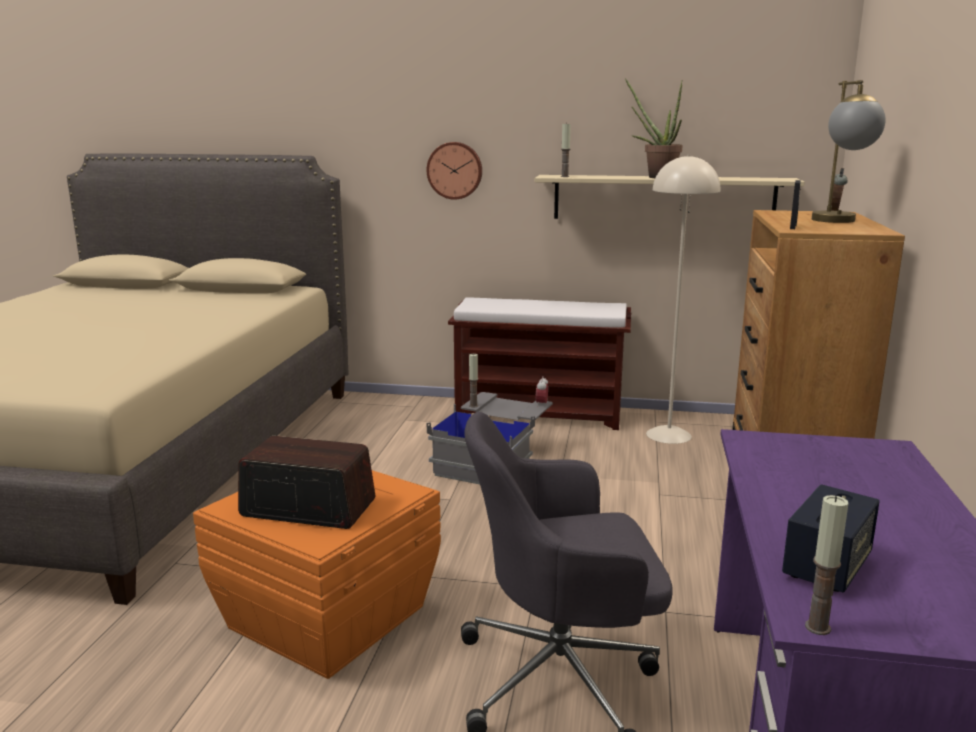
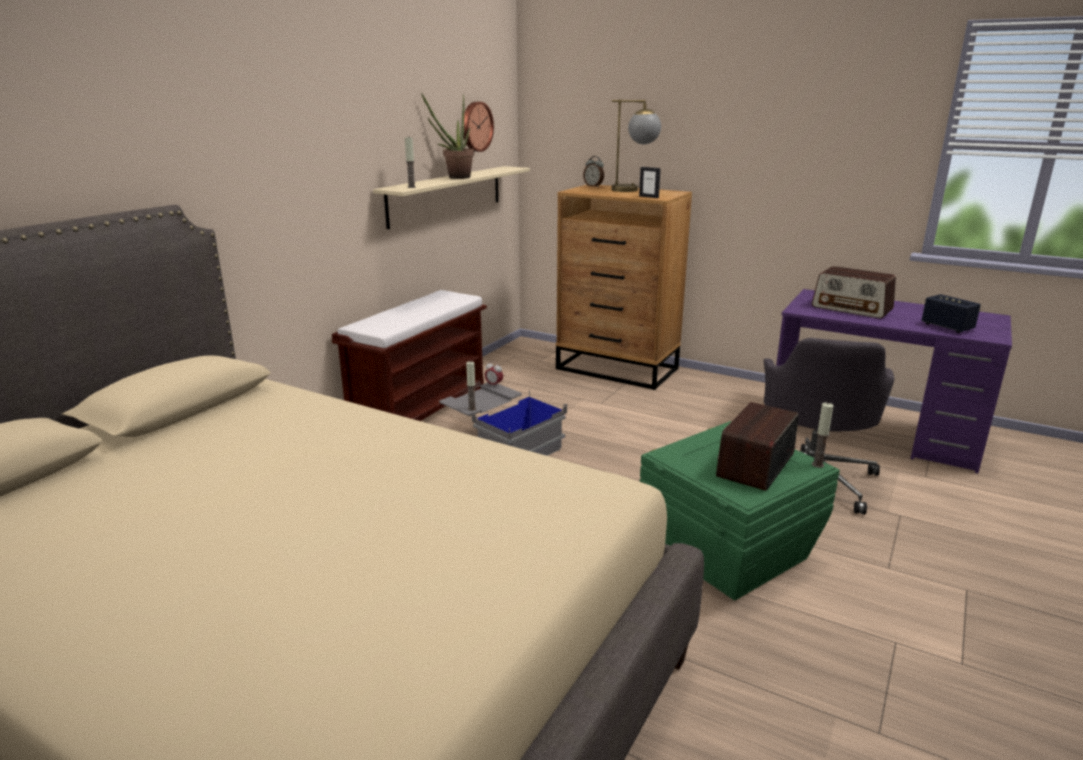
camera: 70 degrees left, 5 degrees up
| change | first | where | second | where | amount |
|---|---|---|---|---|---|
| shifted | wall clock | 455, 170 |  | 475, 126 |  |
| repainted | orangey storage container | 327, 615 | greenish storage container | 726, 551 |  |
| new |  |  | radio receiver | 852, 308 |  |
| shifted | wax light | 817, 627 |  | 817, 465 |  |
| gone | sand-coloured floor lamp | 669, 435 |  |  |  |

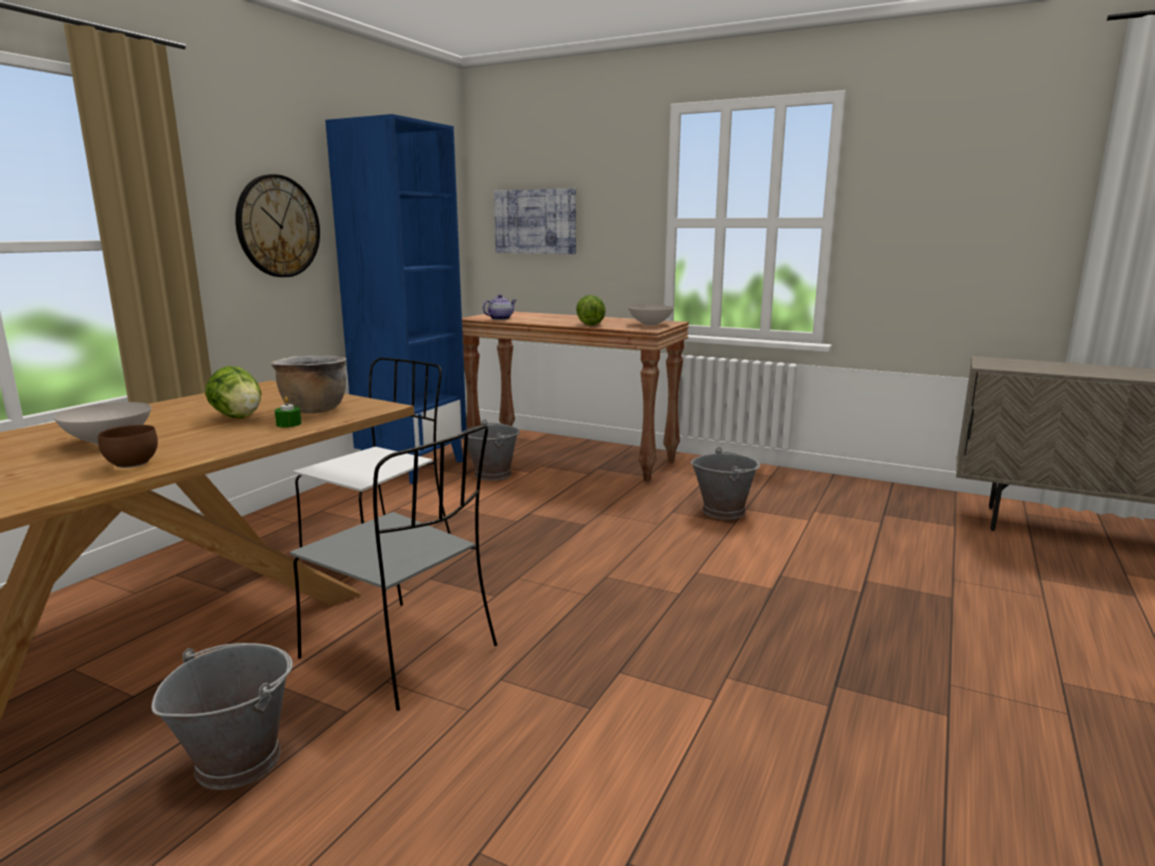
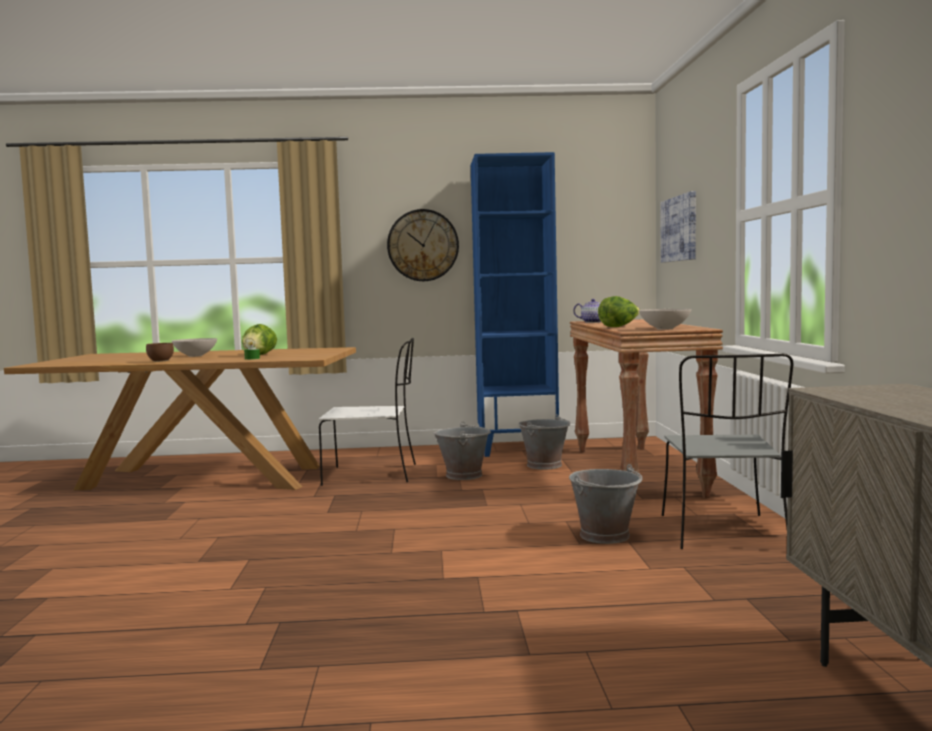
camera: 60 degrees right, 10 degrees down
| change | first | where | second | where | amount |
|---|---|---|---|---|---|
| shifted | grey water bucket | 238, 760 |  | 464, 475 |  |
| shifted | grey upright chair | 403, 654 |  | 723, 533 |  |
| gone | brown-coloured stockpot | 314, 410 |  |  |  |

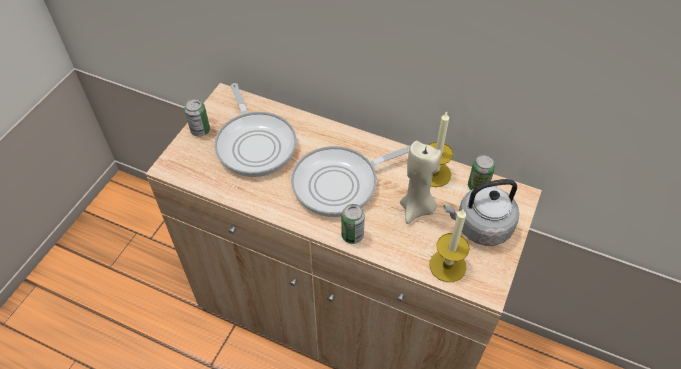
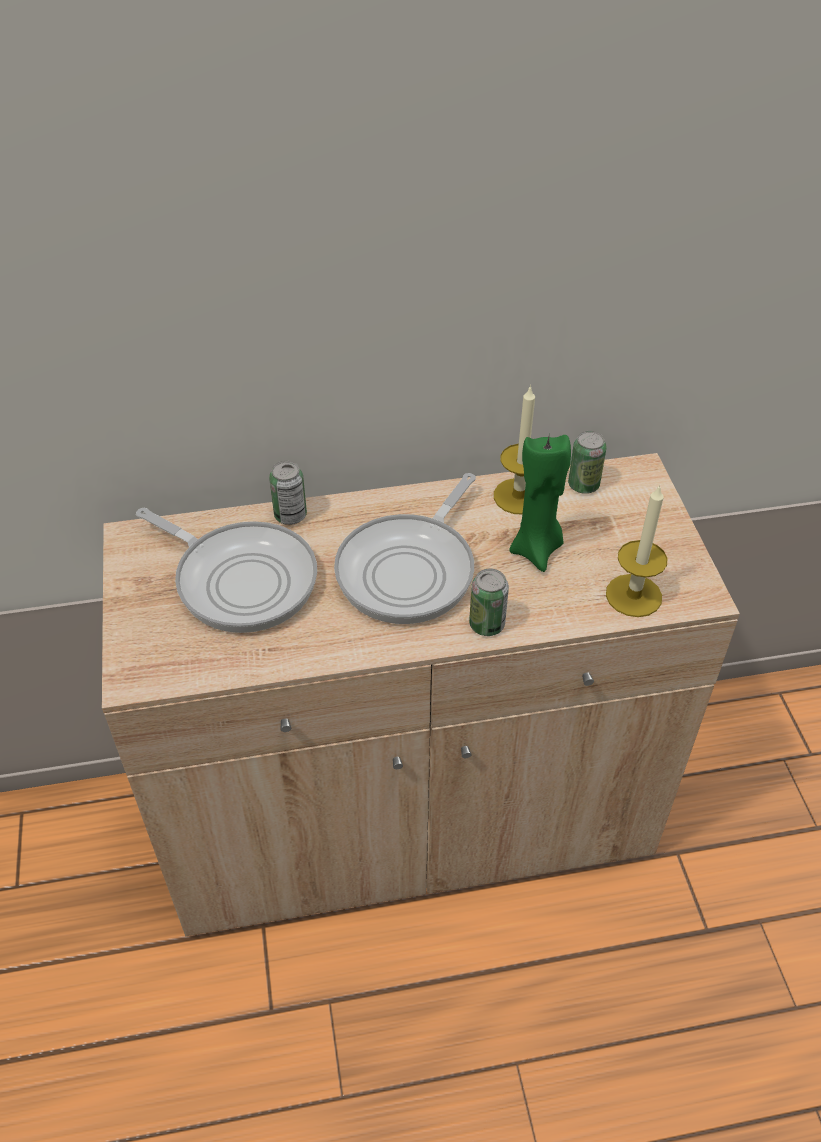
camera: 35 degrees left, 5 degrees down
| change | first | where | second | where | amount |
|---|---|---|---|---|---|
| shifted | sealed can | 200, 130 |  | 290, 515 |  |
| repainted | sand-coloured wax light | 417, 209 | greenish wax light | 536, 549 |  |
| gone | grey tea kettle | 480, 227 |  |  |  |

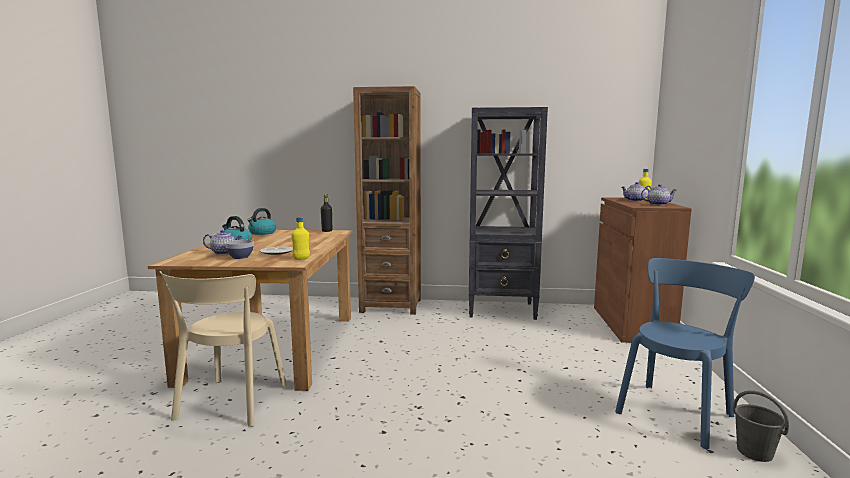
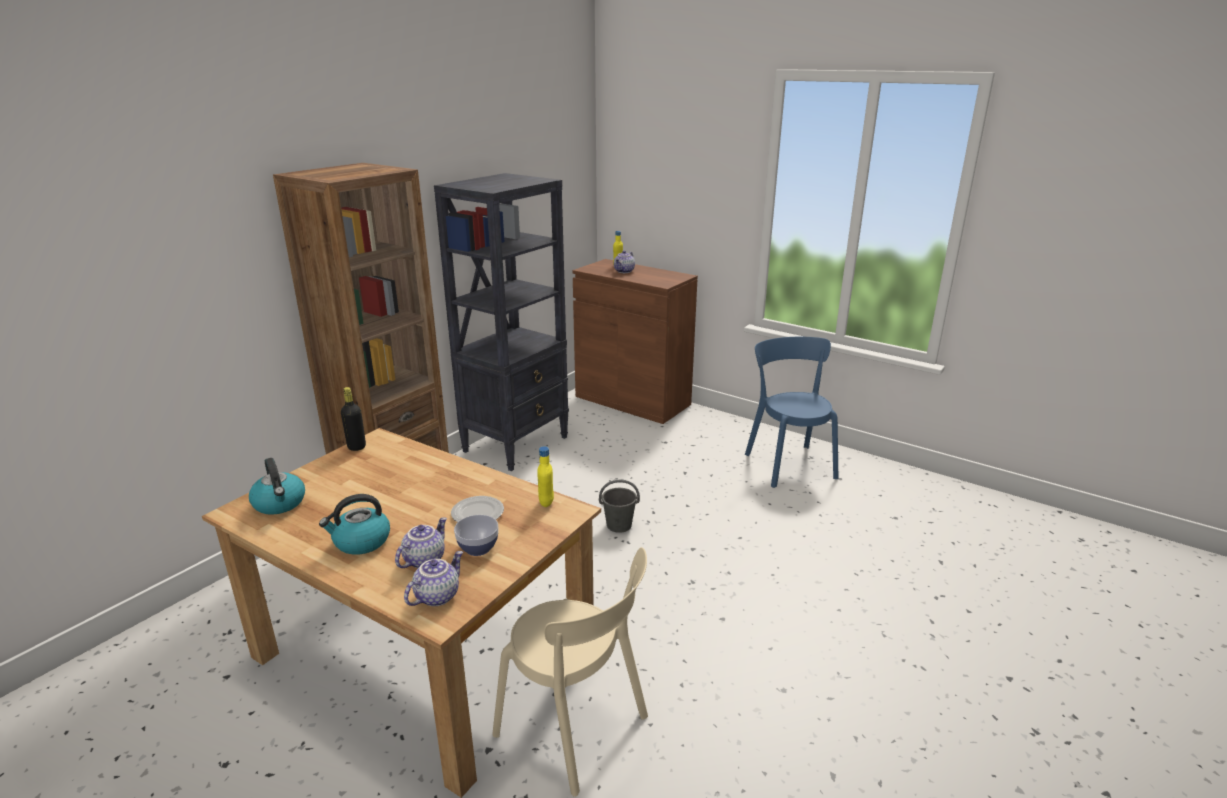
camera: 60 degrees left, 15 degrees up
| change | first | where | second | where | amount |
|---|---|---|---|---|---|
| shifted | pot for tea | 658, 204 |  | 436, 596 |  |
| shifted | grey water bucket | 755, 452 |  | 619, 525 |  |

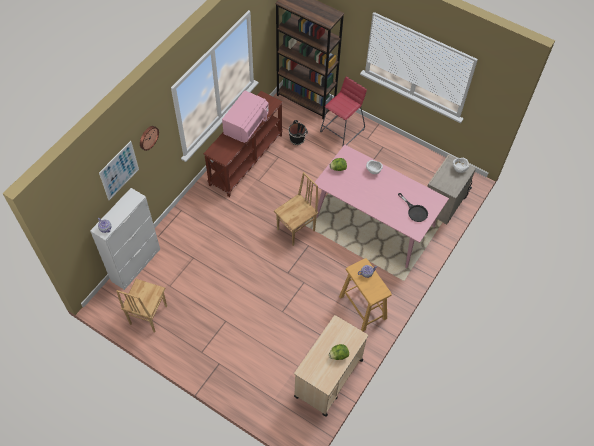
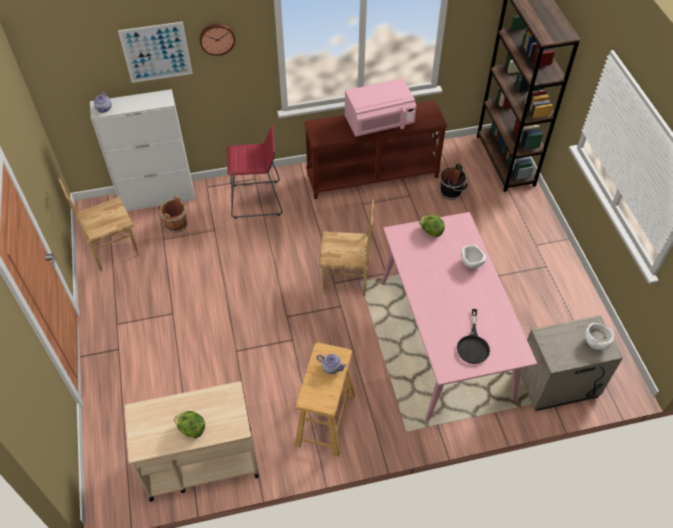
camera: 45 degrees right, 5 degrees down
| change | first | where | second | where | amount |
|---|---|---|---|---|---|
| new |  |  | brown-coloured water bucket | 175, 224 |  |
| shifted | reddish stool | 342, 130 |  | 256, 199 |  |

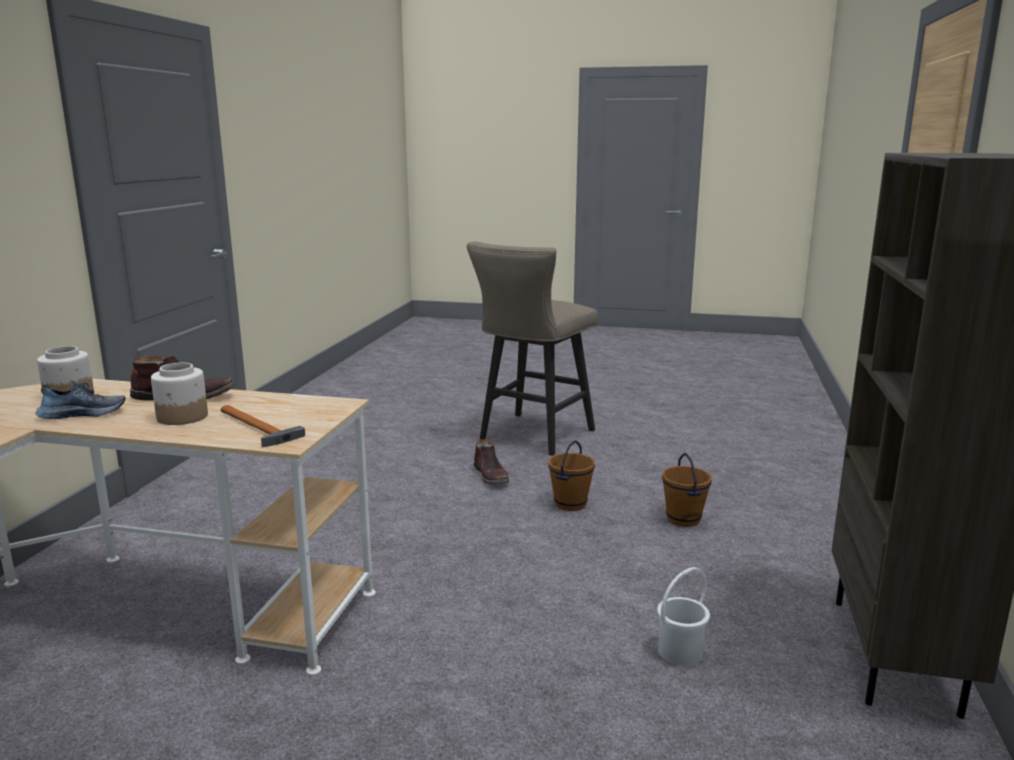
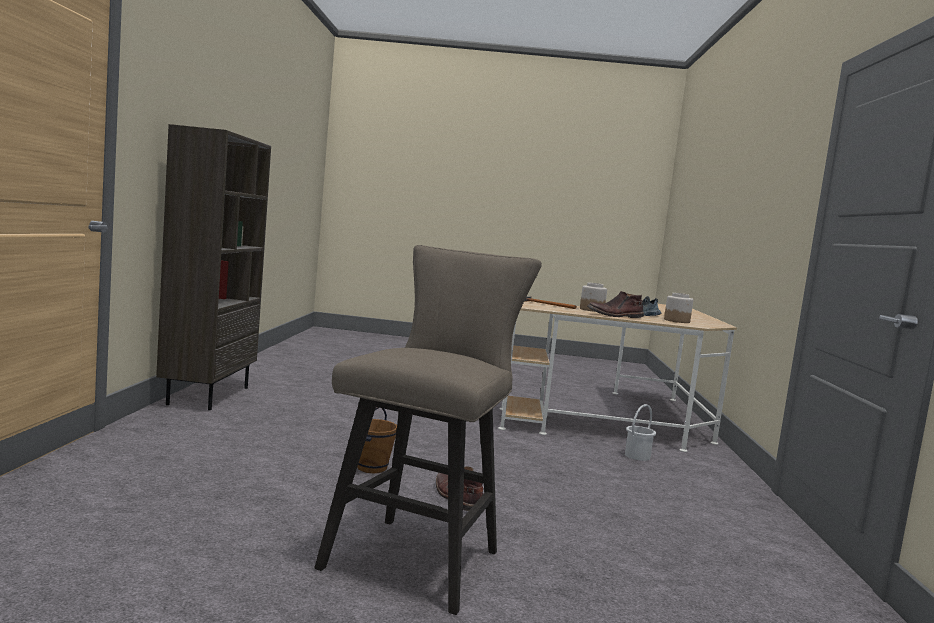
camera: 170 degrees right, 10 degrees down
| change | first | where | second | where | amount |
|---|---|---|---|---|---|
| shifted | white-coloured water bucket | 681, 652 |  | 637, 456 |  |
| gone | brown-coloured water bucket | 684, 519 |  |  |  |

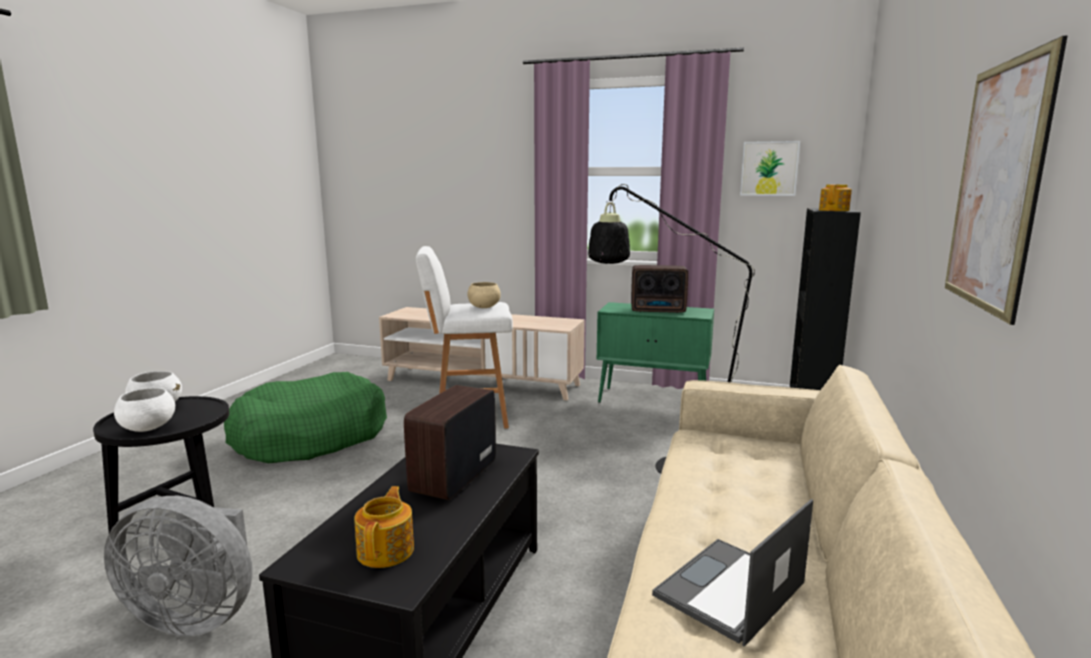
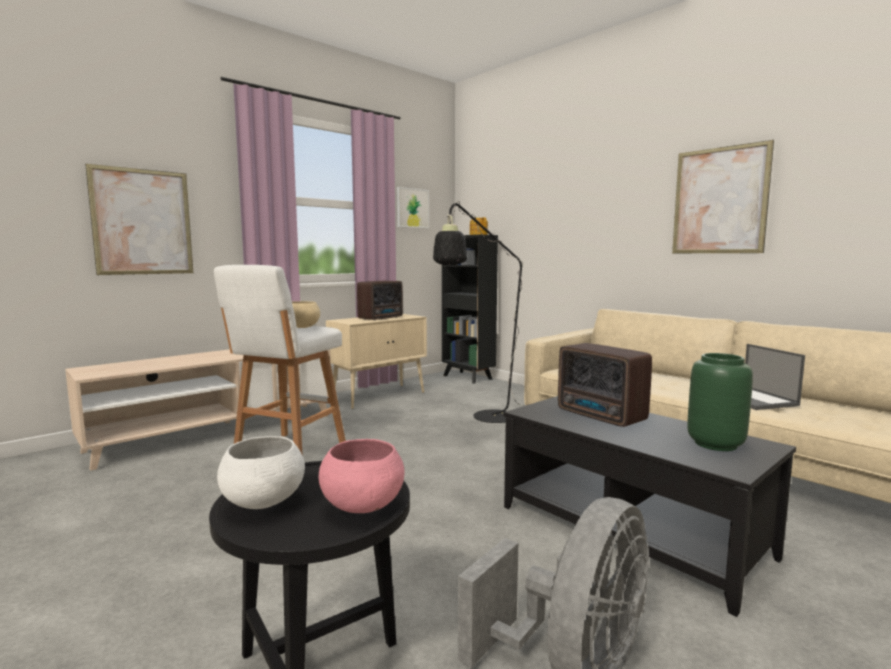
camera: 60 degrees left, 5 degrees down
| change | first | where | second | where | amount |
|---|---|---|---|---|---|
| new |  |  | wall picture | 142, 222 |  |
| repainted | white-coloured bowl | 147, 428 | pink-coloured bowl | 362, 506 |  |
| repainted | greenish storage cabinet | 653, 400 | sand-coloured storage cabinet | 379, 396 |  |
| swapped | pot for tea | 387, 550 | greenish vase | 716, 444 |  |
| gone | greenish pet bed | 310, 436 |  |  |  |

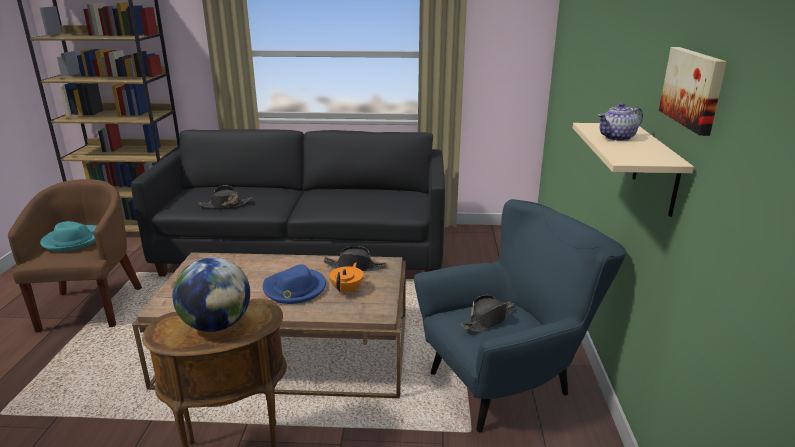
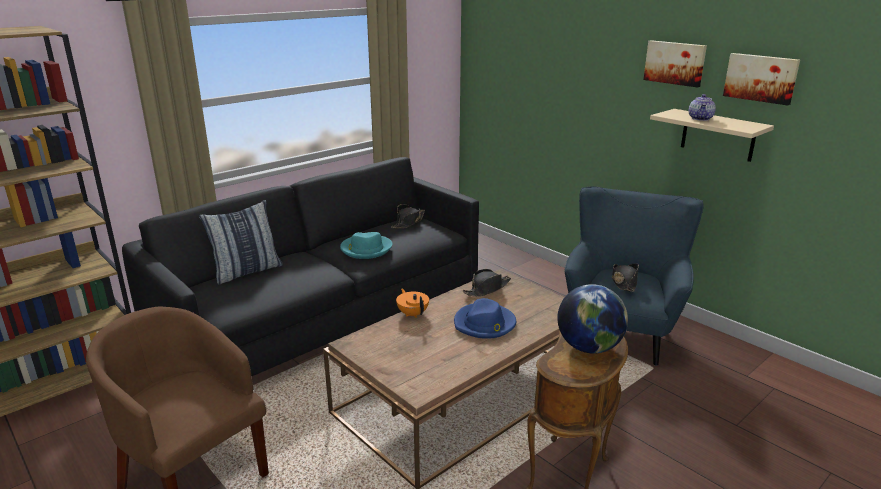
camera: 45 degrees left, 0 degrees up
| change | first | where | second | where | amount |
|---|---|---|---|---|---|
| new |  |  | pillow | 247, 271 |  |
| shifted | blue-green wearable hat | 72, 240 |  | 366, 249 |  |
| shifted | black-coloured wearable hat | 225, 205 |  | 408, 222 |  |
| shifted | orangey pot for tea | 347, 289 |  | 413, 314 |  |
| new |  |  | wall picture | 675, 63 |  |

